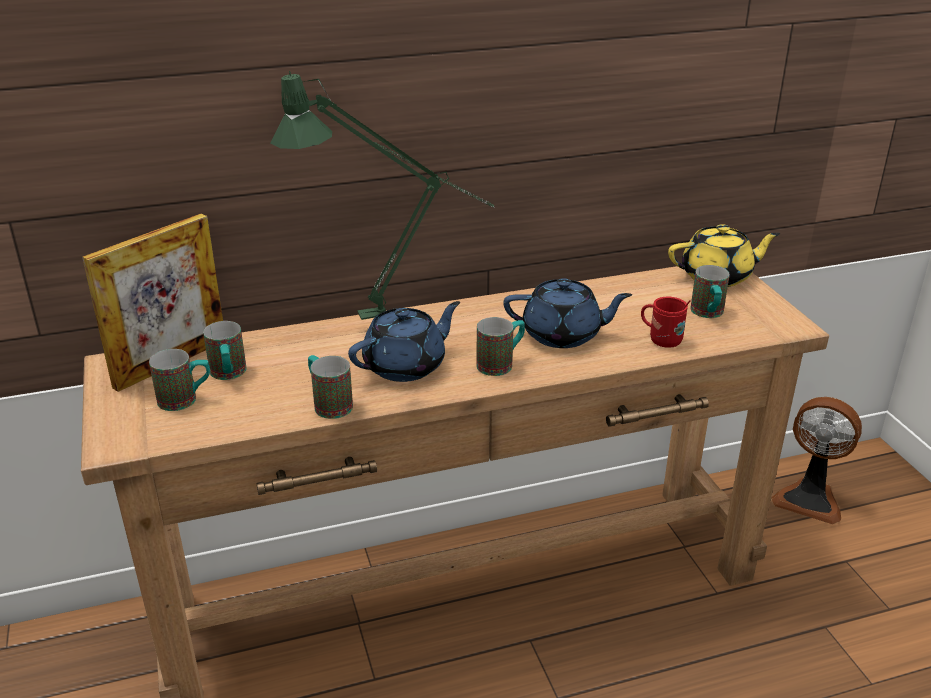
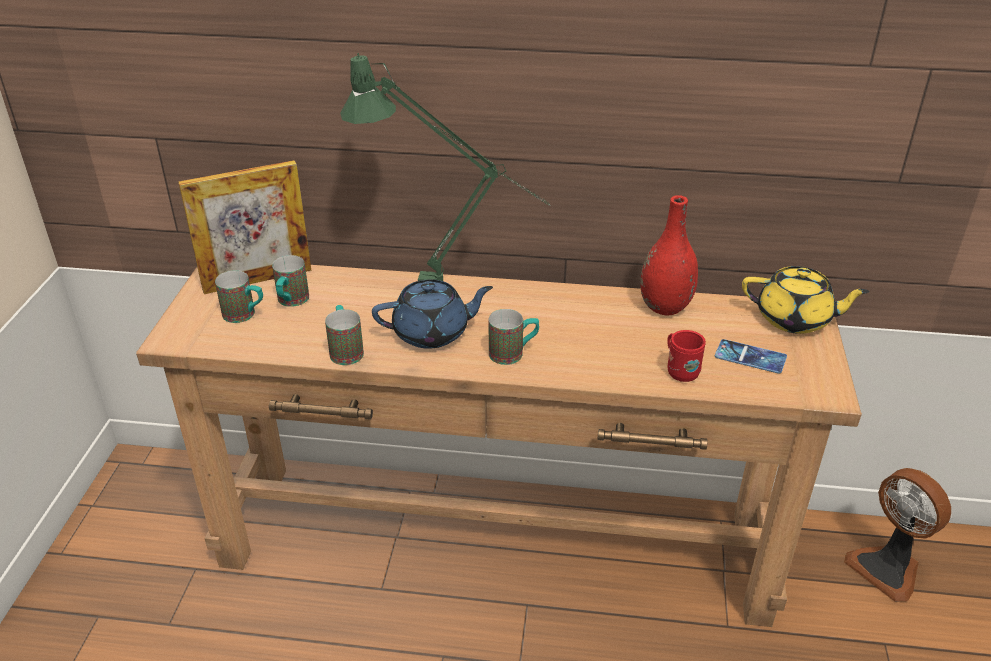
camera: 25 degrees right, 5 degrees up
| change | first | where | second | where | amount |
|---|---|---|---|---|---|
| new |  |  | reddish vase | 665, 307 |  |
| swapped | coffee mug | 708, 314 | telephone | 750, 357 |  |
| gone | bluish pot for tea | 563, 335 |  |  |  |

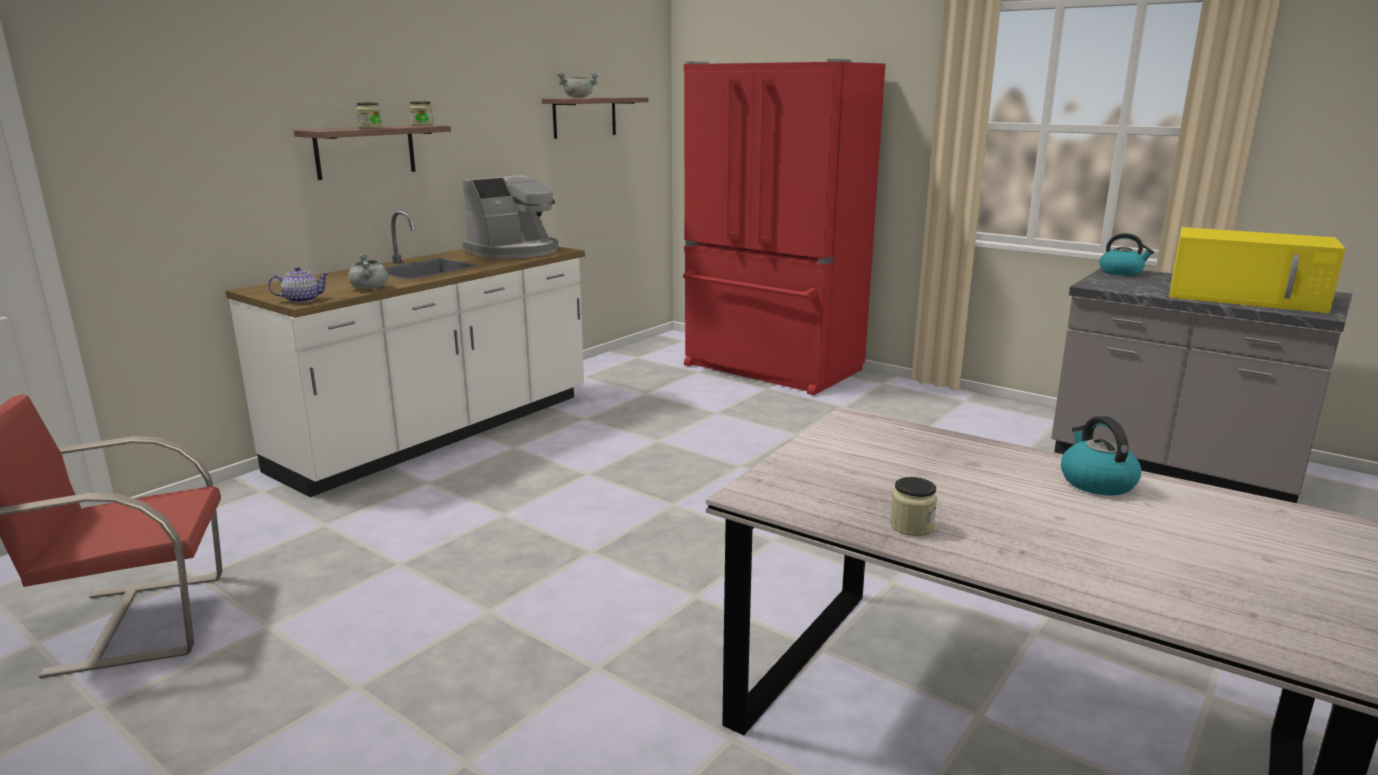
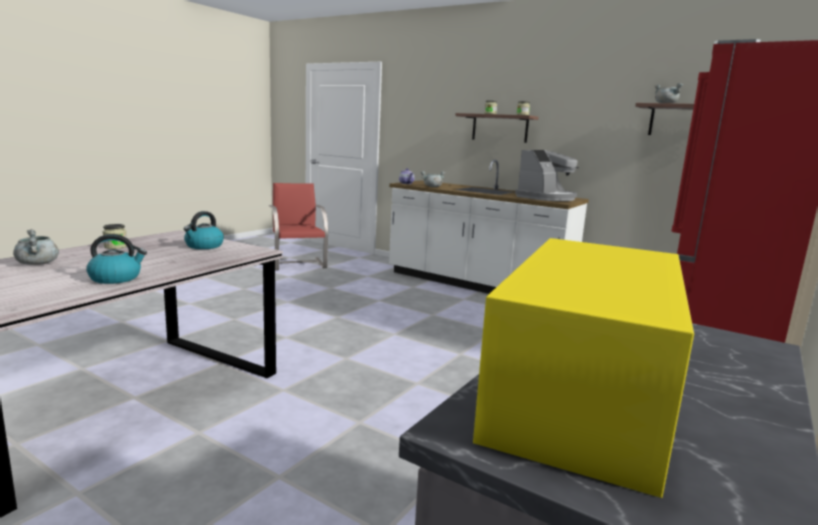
camera: 85 degrees right, 5 degrees down
| change | first | where | second | where | amount |
|---|---|---|---|---|---|
| new |  |  | grey stockpot | 38, 264 |  |
| shifted | tea kettle | 1121, 272 |  | 204, 246 |  |
| rotated | coffee brewer | 514, 251 |  | 546, 198 | 90 degrees counterclockwise |

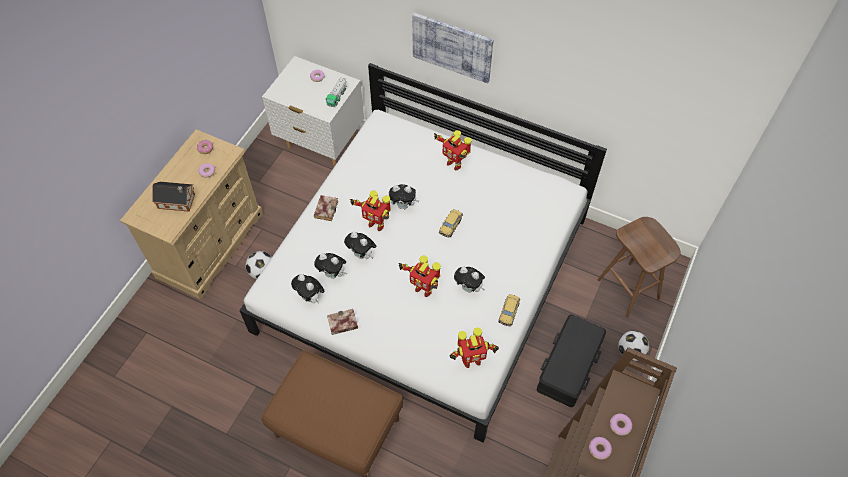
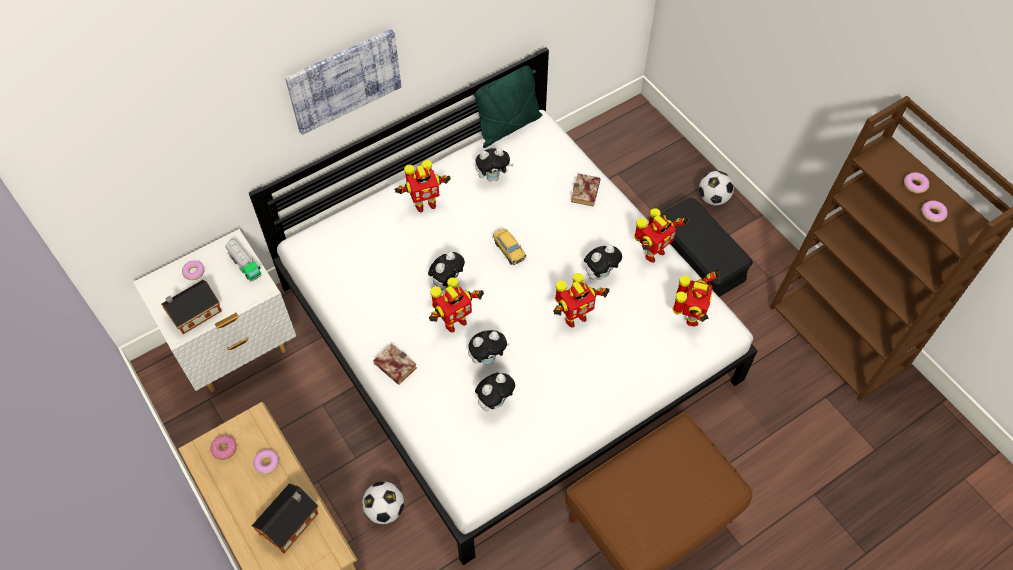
camera: 60 degrees left, 0 degrees up
| change | first | where | second | where | amount |
|---|---|---|---|---|---|
| new |  |  | toy house | 193, 313 |  |
| new |  |  | greenish pillow | 508, 126 |  |
| shifted | cuddly toy | 310, 297 |  | 493, 177 |  |
| shifted | bound book | 341, 324 |  | 586, 193 |  |
| swapped | model car | 509, 312 | model robot | 652, 253 |  |
| gone | brown-coloured stool | 629, 290 |  |  |  |

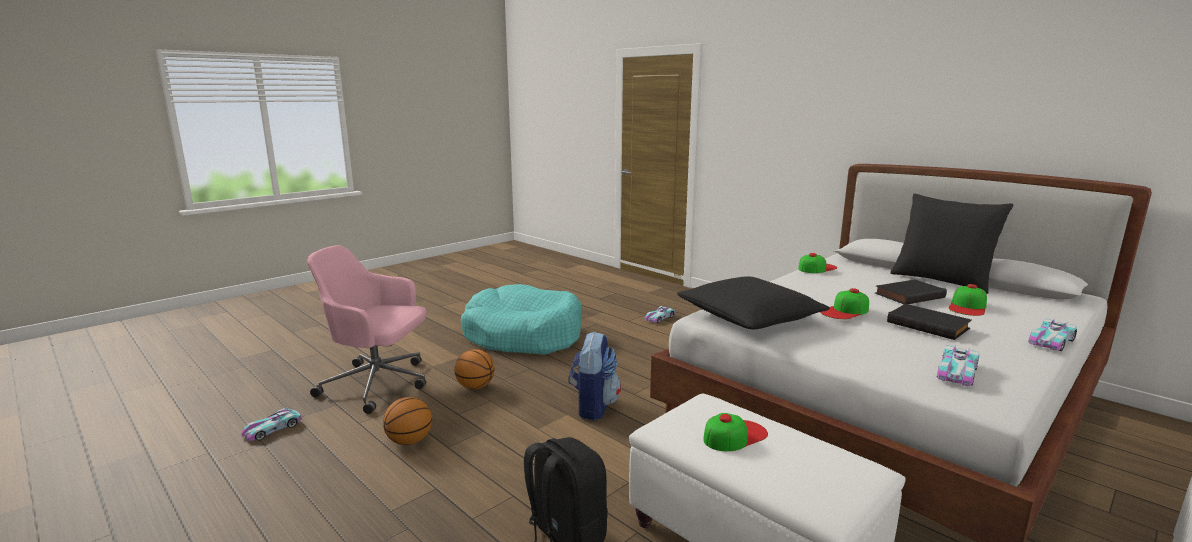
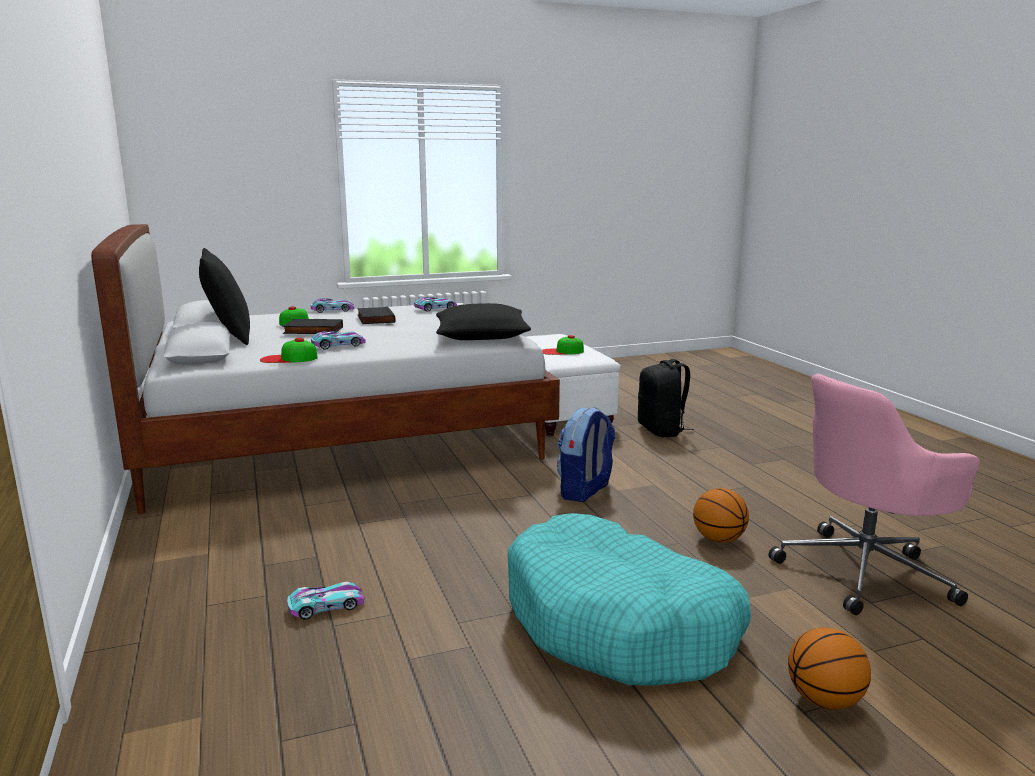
camera: 155 degrees left, 0 degrees up
| change | first | where | second | where | amount |
|---|---|---|---|---|---|
| shifted | model car | 272, 429 |  | 338, 345 |  |
| rotated | pink-coloured desk chair | 378, 384 |  | 865, 572 | 120 degrees clockwise |
| shifted | basketball | 409, 441 |  | 825, 700 |  |
| gone | baseball cap | 845, 311 |  |  |  |

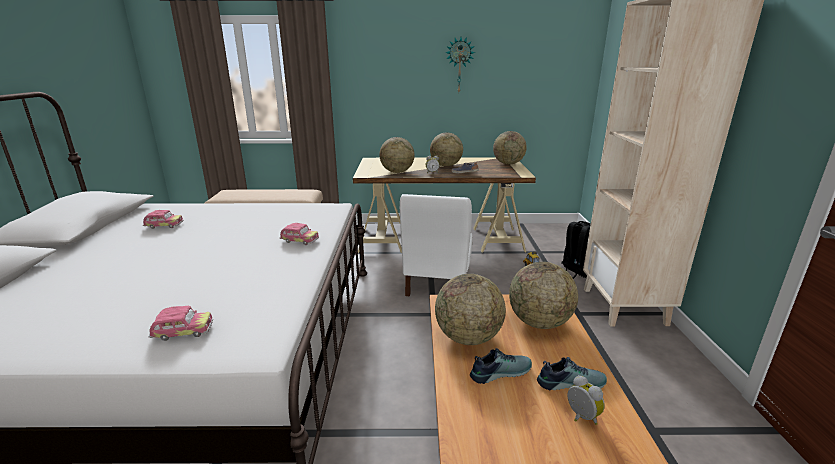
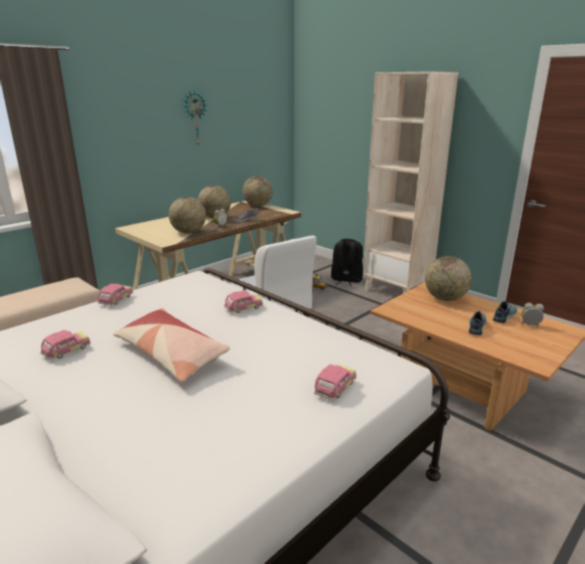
camera: 45 degrees left, 0 degrees up
| change | first | where | second | where | amount |
|---|---|---|---|---|---|
| new |  |  | model car | 116, 300 |  |
| new |  |  | pillow | 171, 354 |  |
| gone | world globe | 468, 338 |  |  |  |

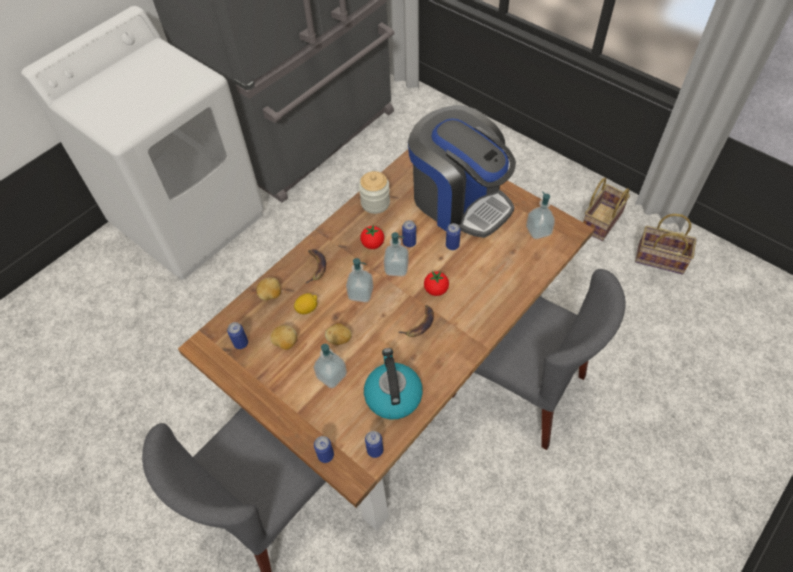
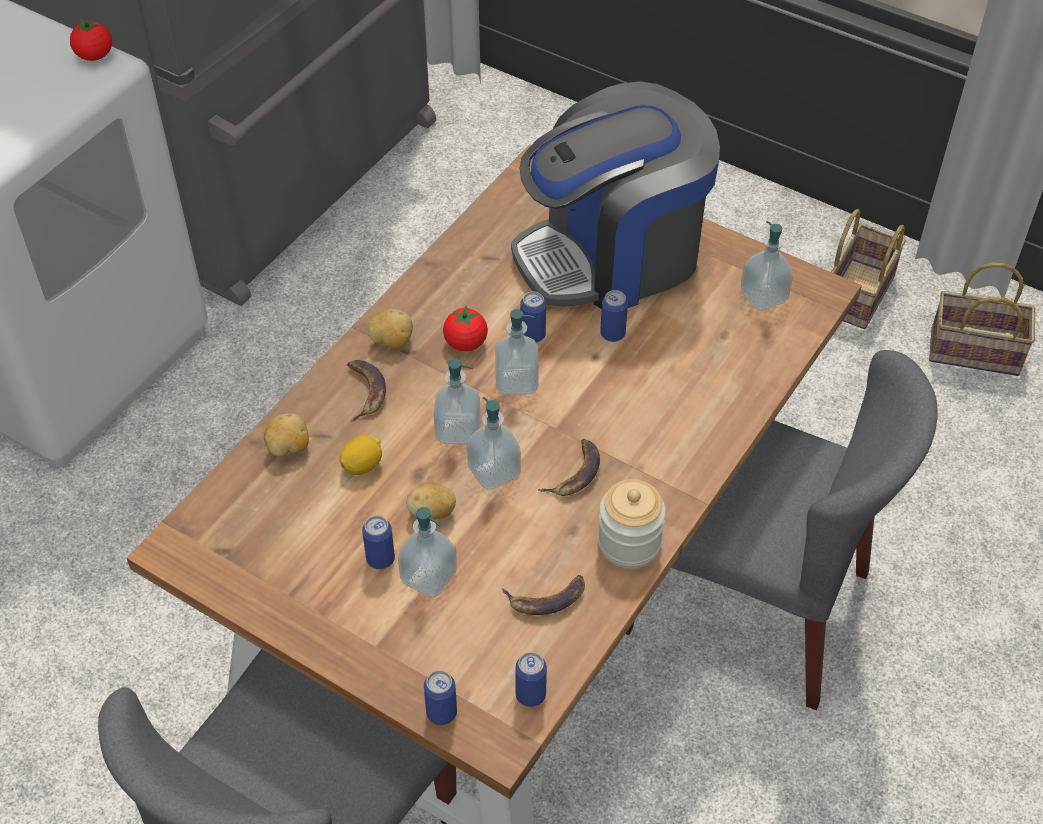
camera: 10 degrees left, 5 degrees down
| change | first | where | second | where | amount |
|---|---|---|---|---|---|
| shifted | tomato | 436, 290 |  | 95, 56 |  |
| shifted | sealed can | 241, 343 |  | 380, 559 |  |
| shifted | spud | 285, 343 |  | 391, 342 |  |
| new |  |  | soap dispenser | 494, 471 |  |
| swapped | tea kettle | 393, 395 | banana fruit | 547, 598 |  |
| rotated | coffee brewer | 459, 201 |  | 612, 256 | 120 degrees clockwise |
| shifted | storage jar | 375, 203 |  | 629, 543 |  |

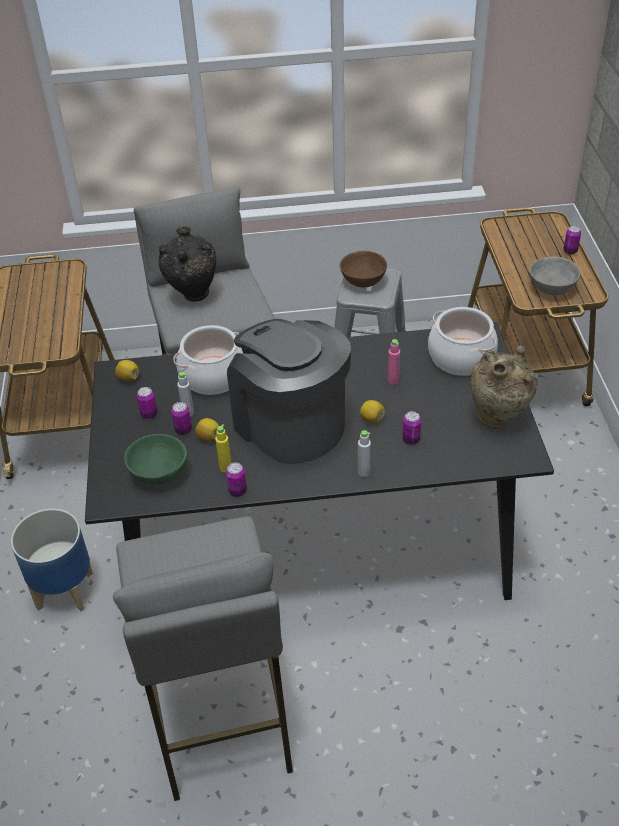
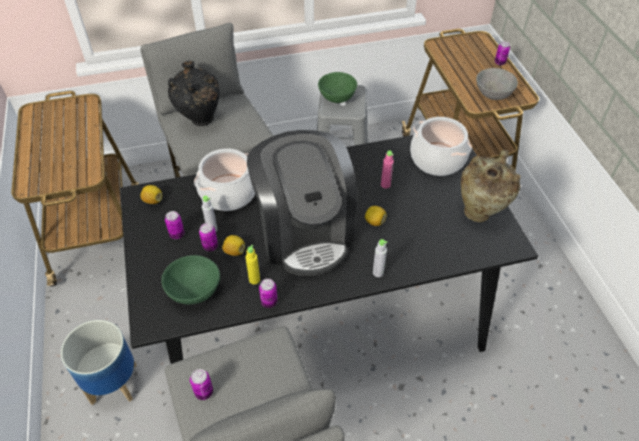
camera: 10 degrees left, 5 degrees up
| change | first | where | second | where | amount |
|---|---|---|---|---|---|
| shifted | sealed can | 411, 440 |  | 204, 392 |  |
| rotated | coffee brewer | 290, 423 |  | 304, 232 | 150 degrees counterclockwise |
| repainted | brown-coloured bowl | 362, 282 | greenish bowl | 336, 98 |  |

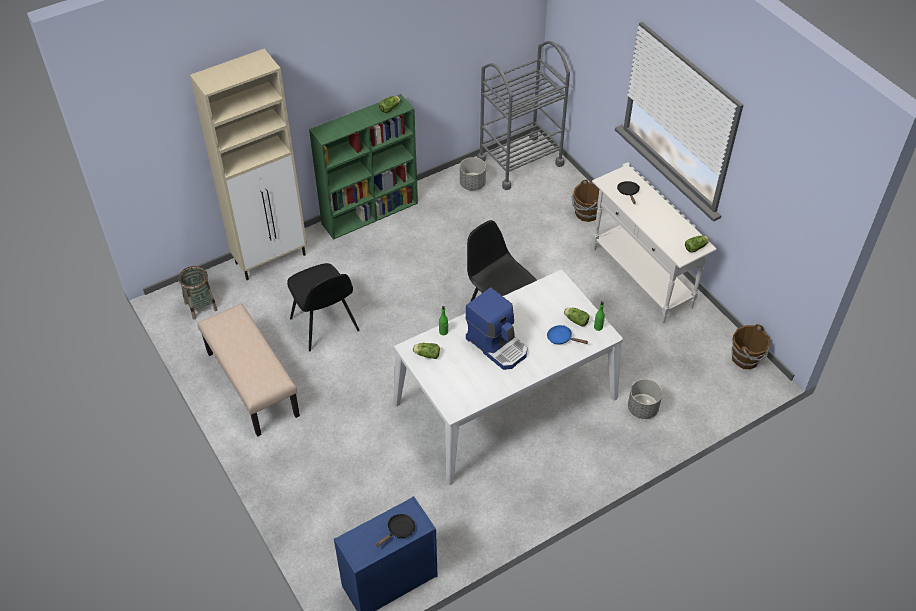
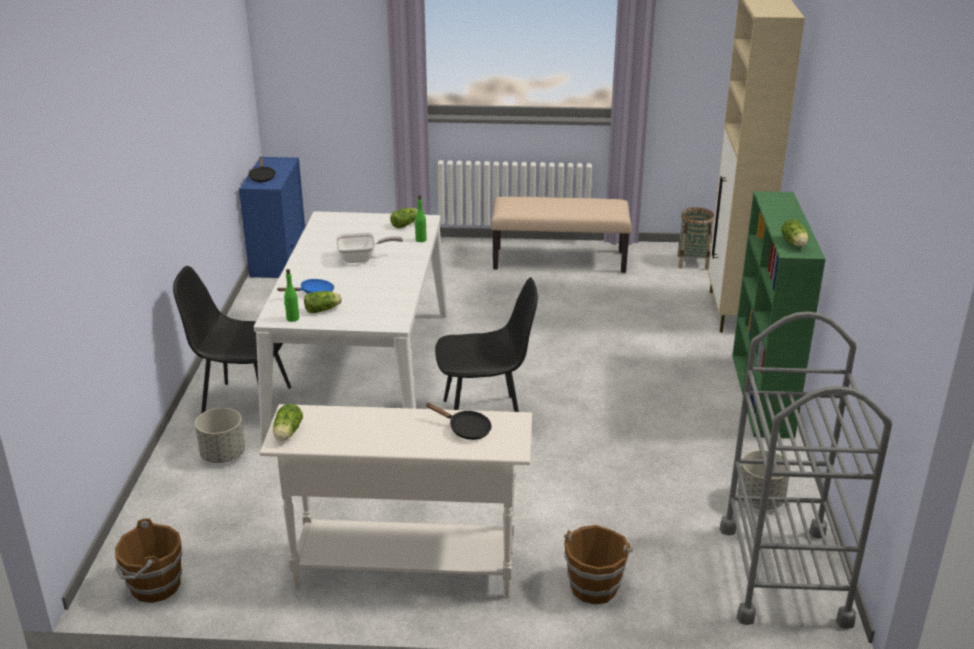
camera: 125 degrees right, 20 degrees down
| change | first | where | second | where | amount |
|---|---|---|---|---|---|
| shifted | black-coloured upright chair | 325, 326 |  | 244, 406 |  |
| swapped | coffee brewer | 497, 345 | skillet | 361, 258 |  |

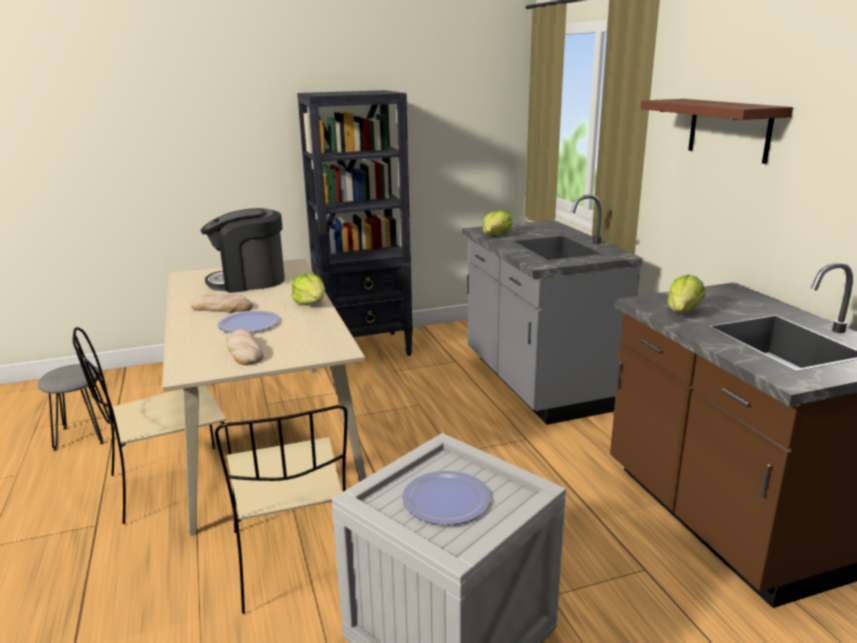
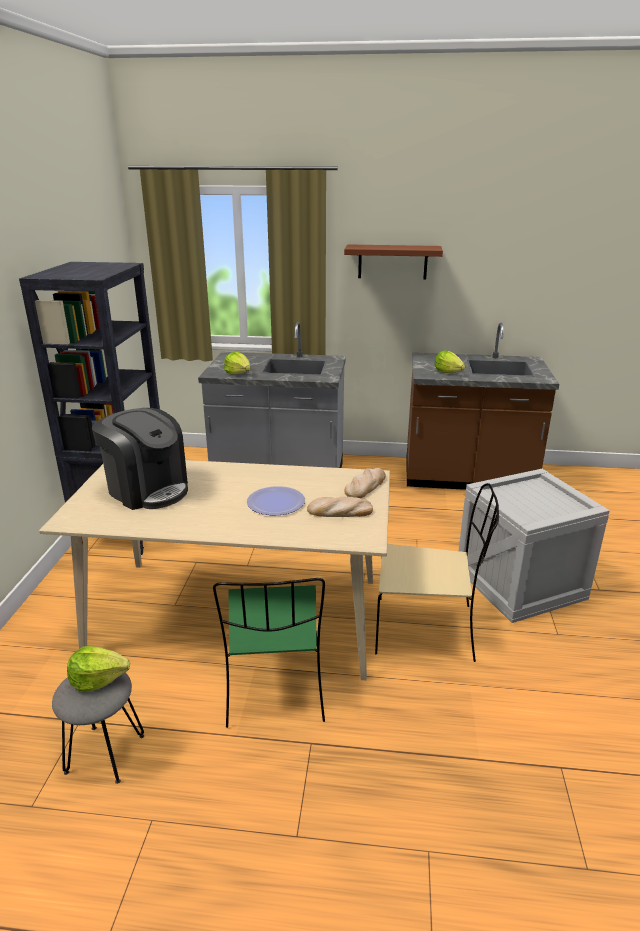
camera: 65 degrees left, 5 degrees up
| change | first | where | second | where | amount |
|---|---|---|---|---|---|
| shifted | lettuce | 311, 302 |  | 98, 679 |  |
| rotated | coffee brewer | 248, 281 |  | 147, 489 | 60 degrees counterclockwise |
| repainted | sand-coloured upright chair | 169, 485 | greenish upright chair | 275, 686 |  |
| shifted | baked bread | 222, 308 |  | 365, 486 |  |
| gone | dinner plate | 446, 499 |  |  |  |

